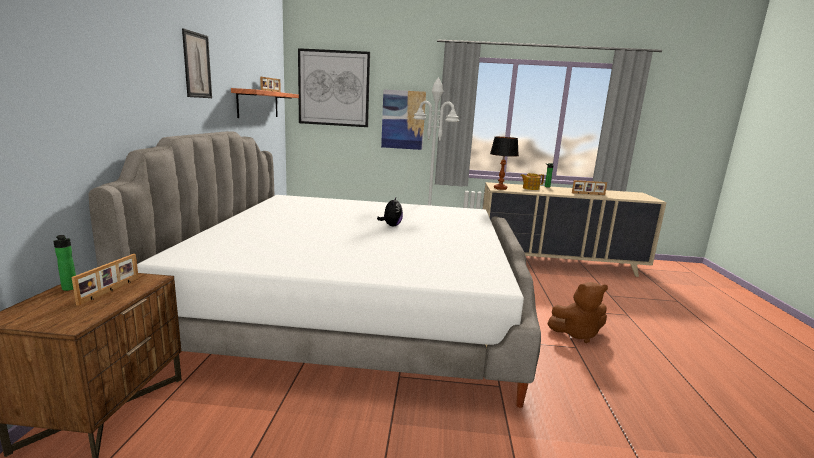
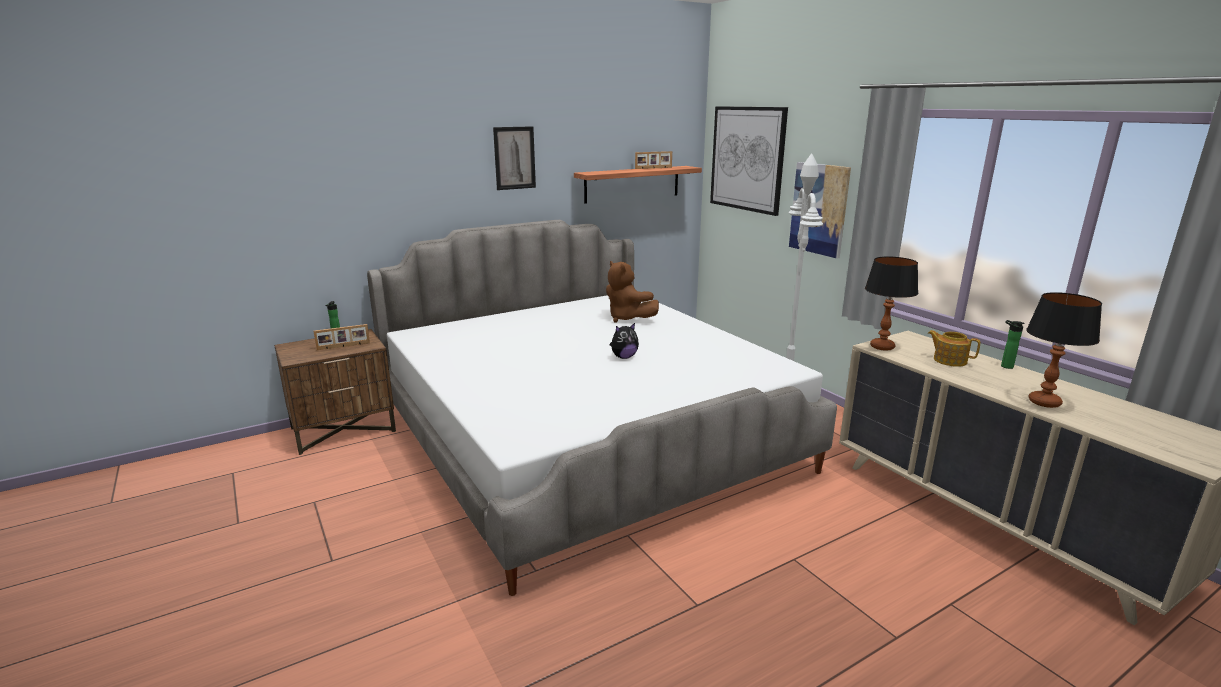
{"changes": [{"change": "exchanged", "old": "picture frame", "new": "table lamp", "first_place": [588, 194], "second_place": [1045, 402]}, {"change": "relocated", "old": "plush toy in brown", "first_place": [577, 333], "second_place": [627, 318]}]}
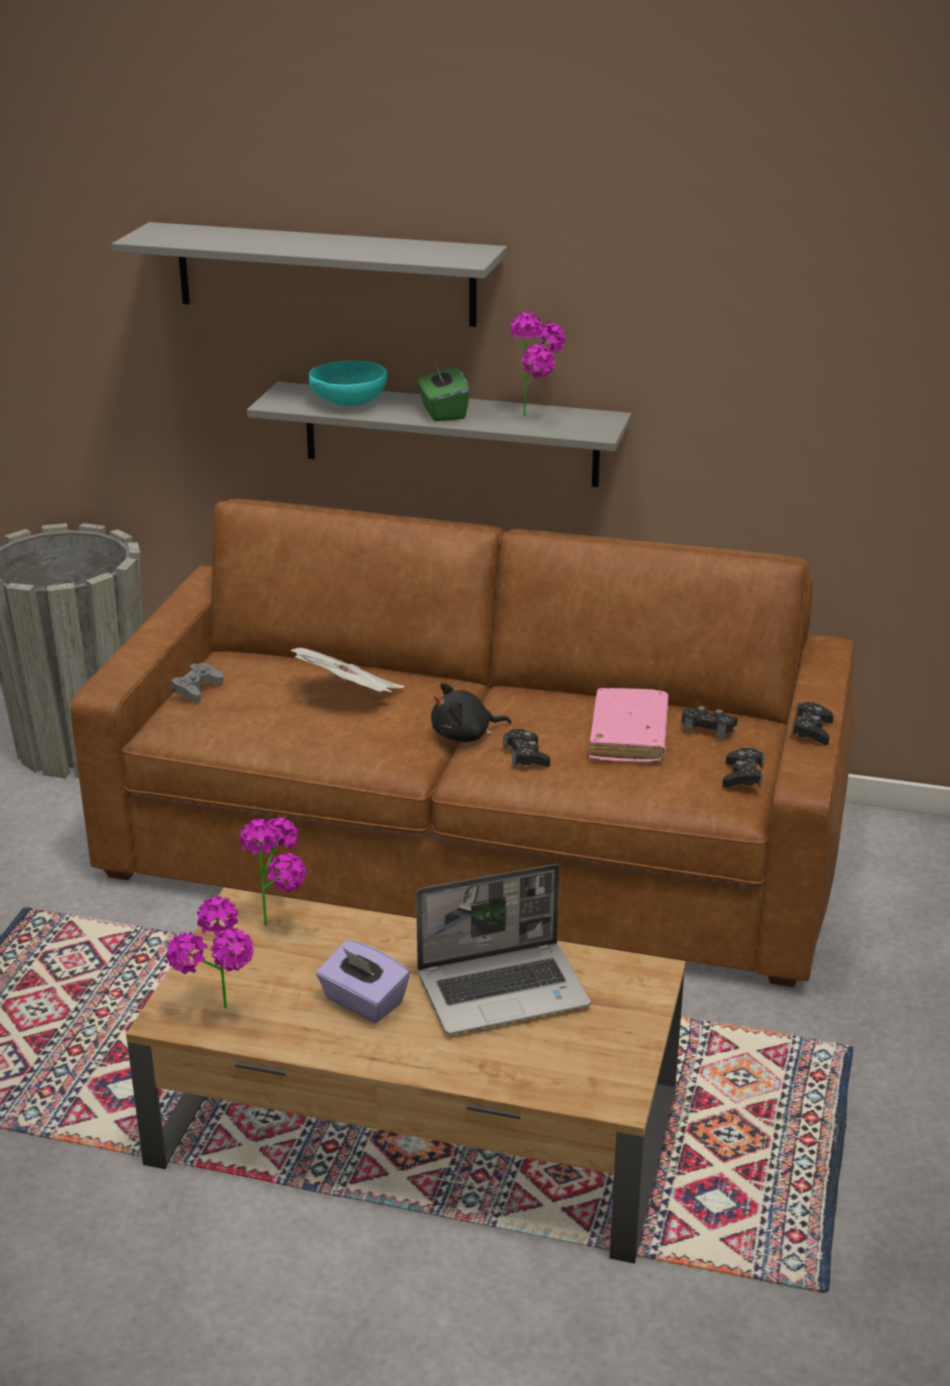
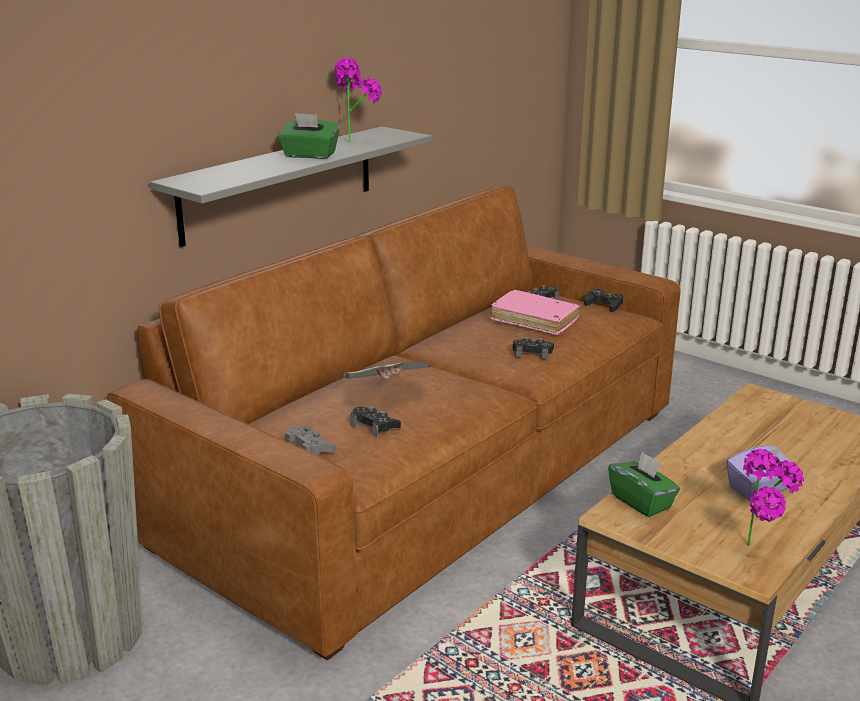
{"changes": [{"change": "missing", "old": "shelf in grey", "first_place": [325, 274]}, {"change": "missing", "old": "bowl in turquoise", "first_place": [349, 404]}, {"change": "missing", "old": "plush toy in black", "first_place": [465, 735]}, {"change": "relocated", "old": "game controller in black", "first_place": [811, 730], "second_place": [374, 426]}, {"change": "exchanged", "old": "potted plant", "new": "tissue box in green", "first_place": [281, 921], "second_place": [641, 501]}, {"change": "missing", "old": "laptop", "first_place": [504, 989]}]}
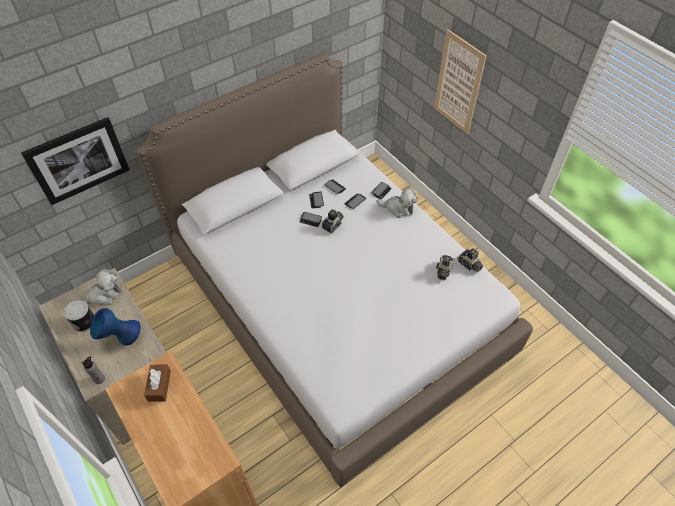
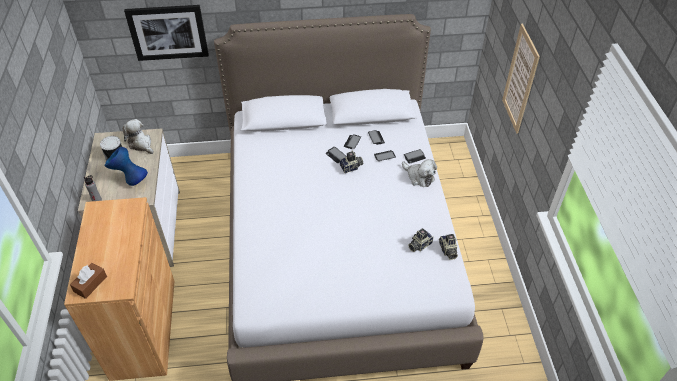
{"changes": [{"change": "spun", "old": "plush toy", "first_place": [103, 295], "second_place": [141, 144], "degrees": -135}, {"change": "relocated", "old": "tissue box in brown", "first_place": [159, 386], "second_place": [90, 284]}]}
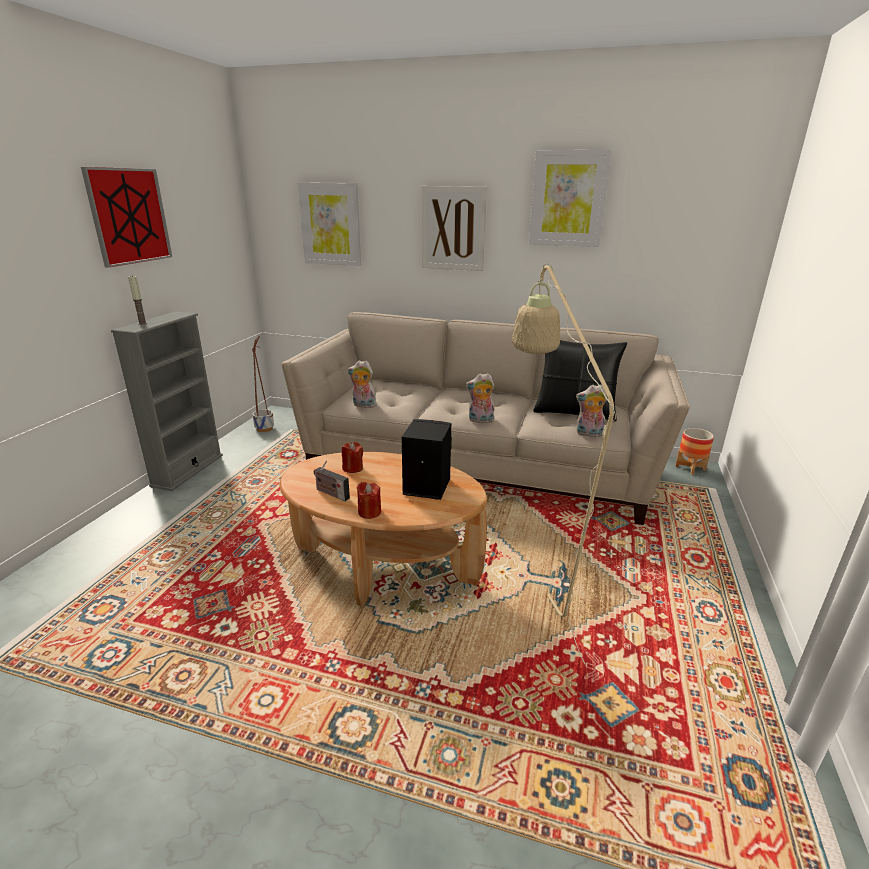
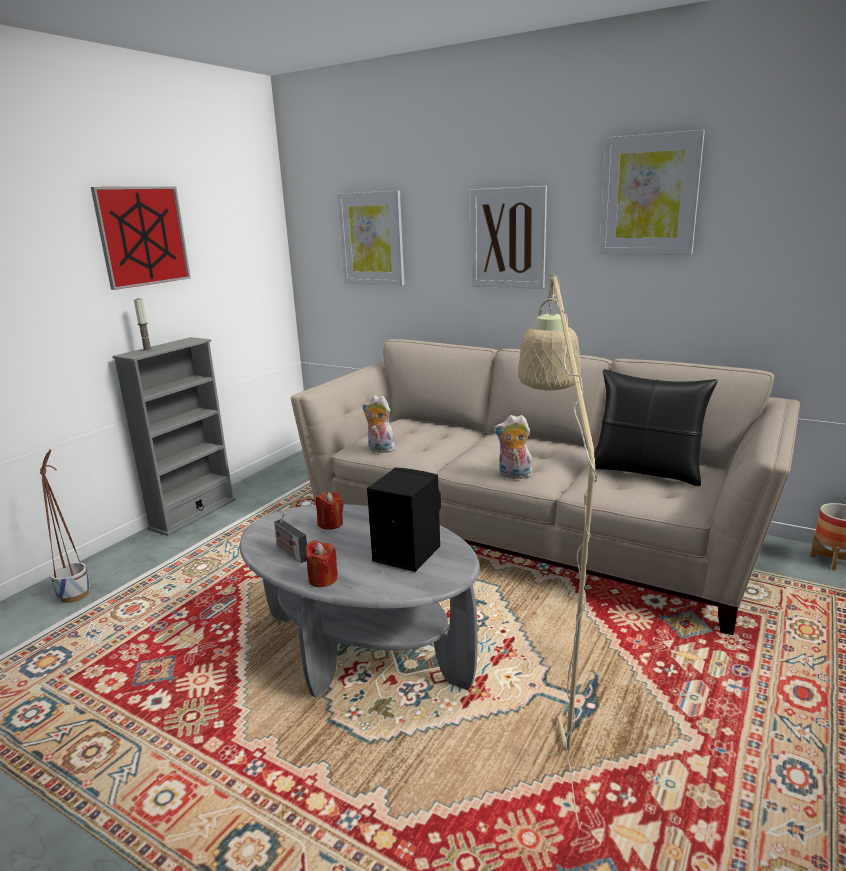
{"changes": [{"change": "relocated", "old": "planter", "first_place": [264, 428], "second_place": [74, 595]}, {"change": "missing", "old": "plush toy", "first_place": [588, 434]}, {"change": "colour", "old": "coffee table in brown", "new": "coffee table in grey", "first_place": [384, 566], "second_place": [363, 650]}]}
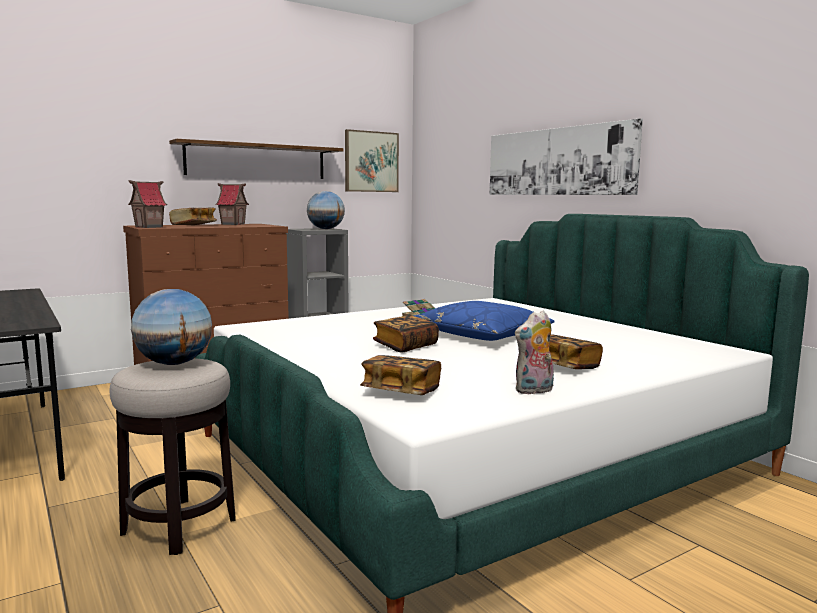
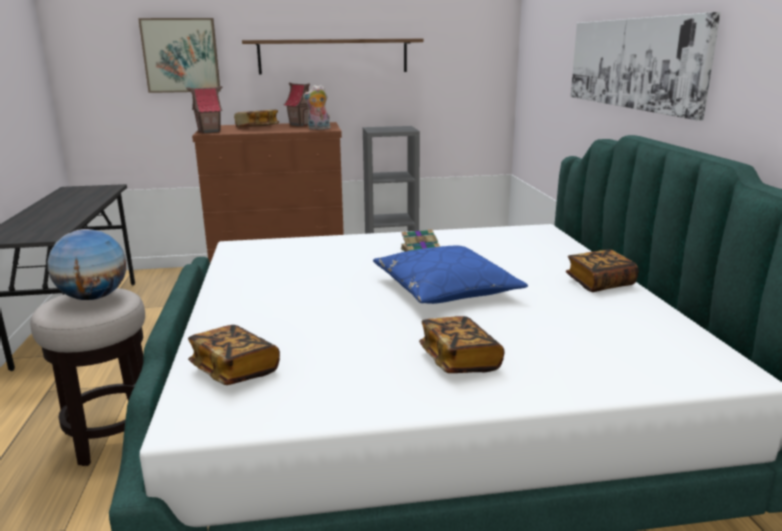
{"changes": [{"change": "relocated", "old": "picture", "first_place": [371, 161], "second_place": [181, 55]}, {"change": "missing", "old": "globe", "first_place": [326, 229]}, {"change": "relocated", "old": "plush toy", "first_place": [534, 391], "second_place": [318, 129]}, {"change": "relocated", "old": "book", "first_place": [405, 346], "second_place": [599, 283]}]}
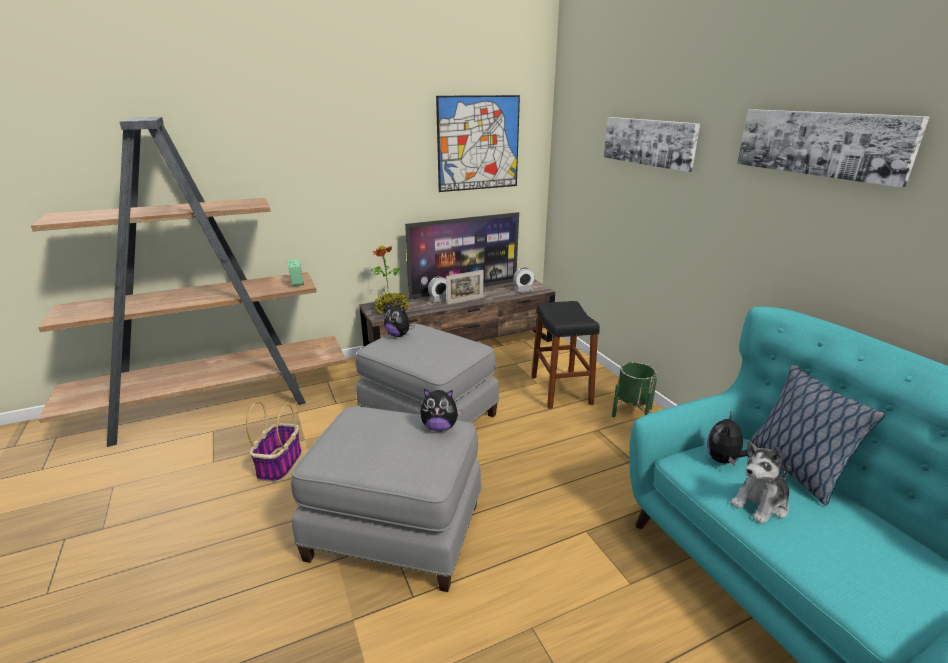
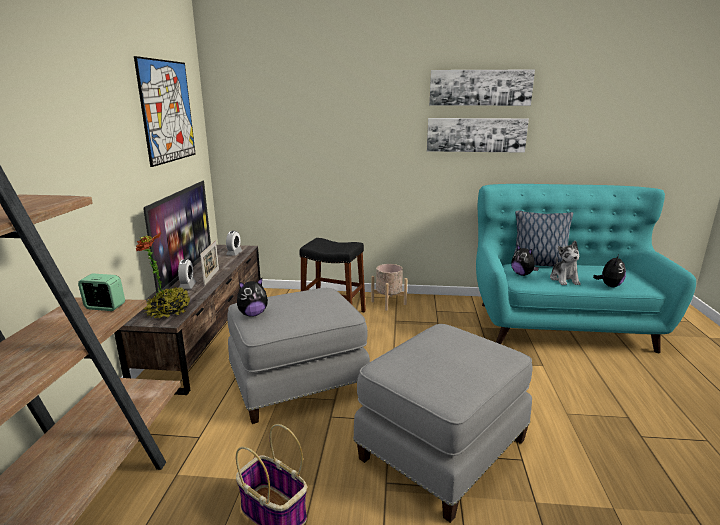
{"changes": [{"change": "relocated", "old": "picture", "first_place": [648, 142], "second_place": [476, 135]}, {"change": "colour", "old": "planter in green", "new": "planter in beige", "first_place": [631, 412], "second_place": [388, 303]}, {"change": "relocated", "old": "plush toy", "first_place": [440, 427], "second_place": [609, 286]}]}
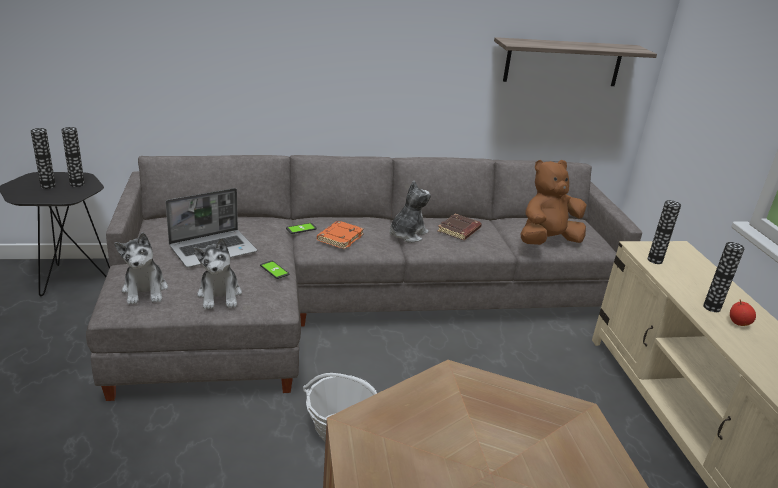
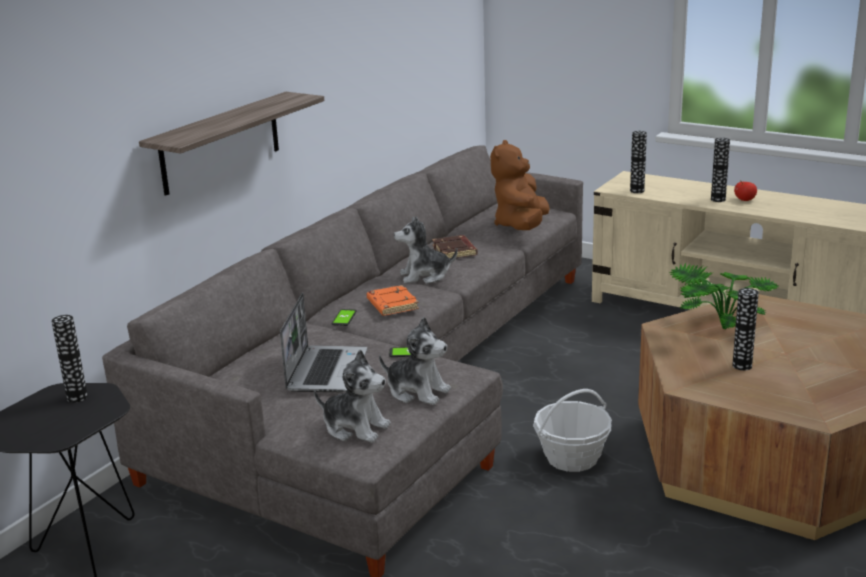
{"changes": [{"change": "relocated", "old": "shelf", "first_place": [563, 62], "second_place": [220, 143]}, {"change": "relocated", "old": "vase", "first_place": [48, 186], "second_place": [742, 366]}, {"change": "spun", "old": "plush toy", "first_place": [407, 234], "second_place": [424, 276], "degrees": -90}, {"change": "appeared", "new": "potted plant", "second_place": [717, 328]}]}
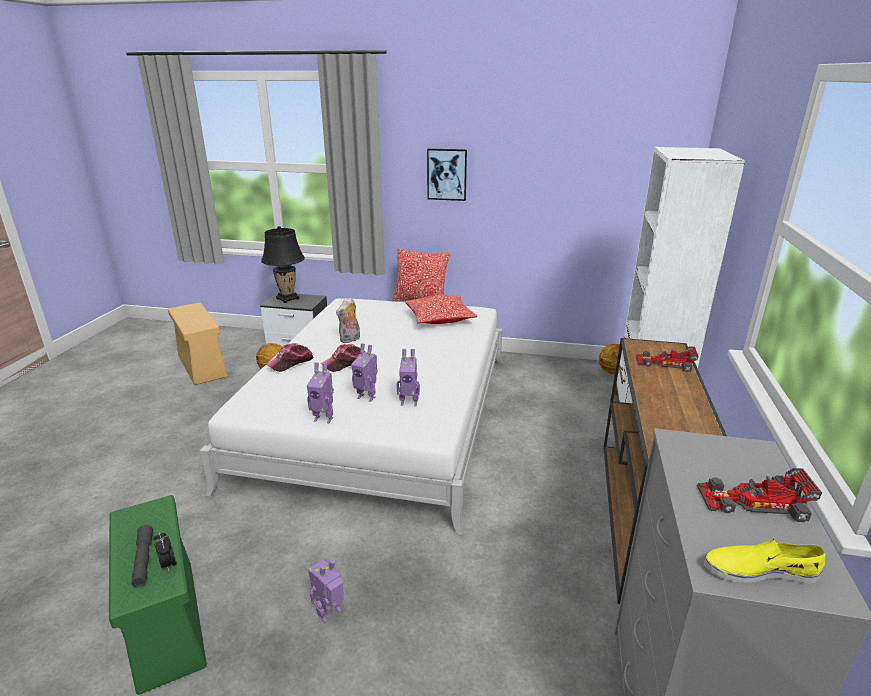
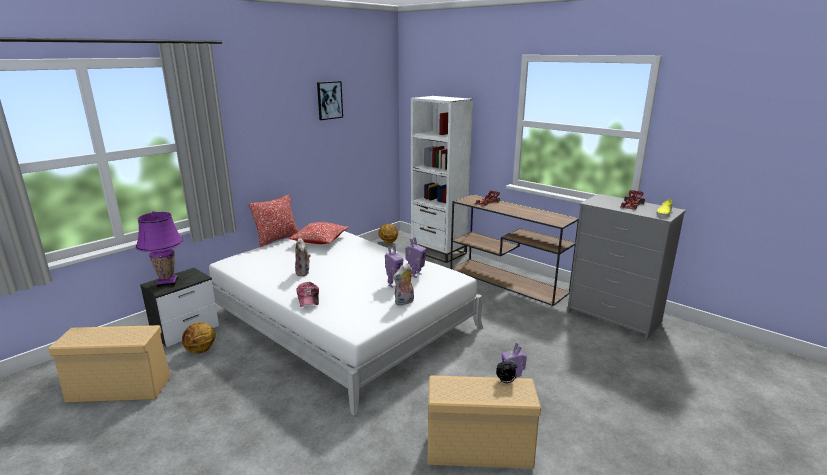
{"changes": [{"change": "relocated", "old": "picture", "first_place": [447, 174], "second_place": [329, 100]}, {"change": "colour", "old": "table lamp in black", "new": "table lamp in purple", "first_place": [287, 298], "second_place": [167, 282]}, {"change": "missing", "old": "cap", "first_place": [345, 363]}, {"change": "exchanged", "old": "toy robot", "new": "plush toy", "first_place": [324, 418], "second_place": [404, 302]}, {"change": "colour", "old": "storage box in green", "new": "storage box in beige", "first_place": [167, 624], "second_place": [480, 450]}, {"change": "missing", "old": "flashlight in grey", "first_place": [143, 560]}]}
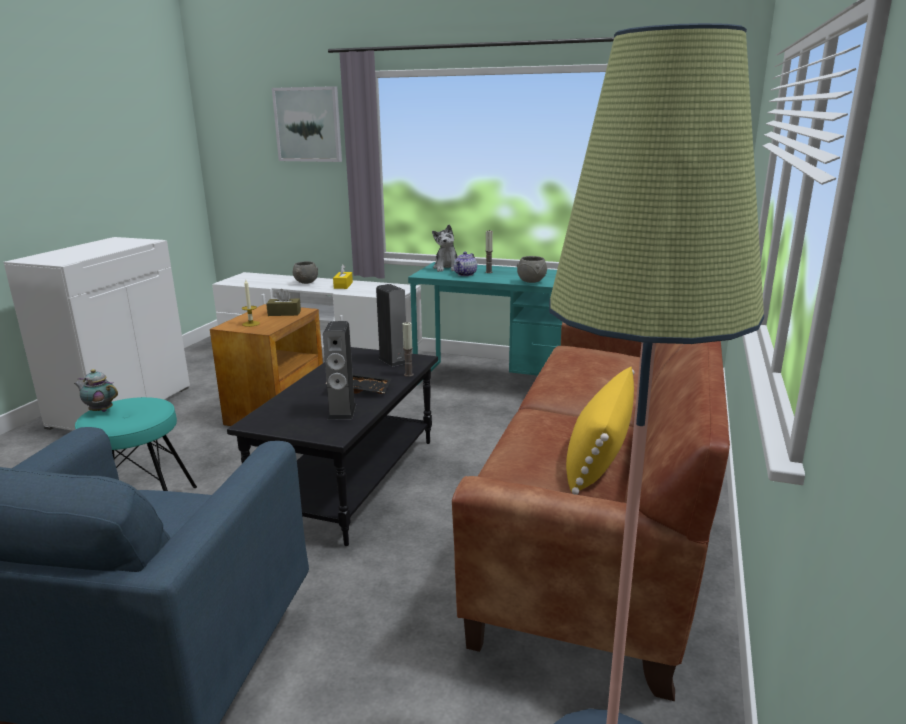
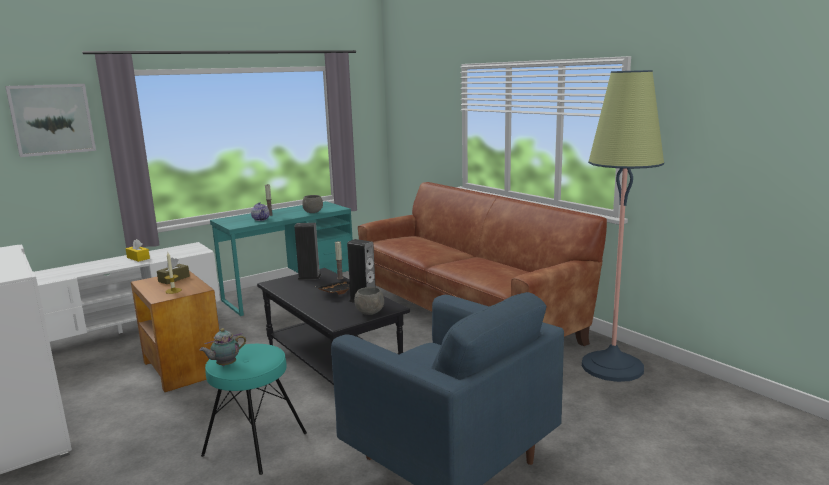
{"changes": [{"change": "missing", "old": "plush toy", "first_place": [447, 268]}, {"change": "relocated", "old": "bowl in grey", "first_place": [305, 283], "second_place": [370, 313]}, {"change": "missing", "old": "pillow in yellow", "first_place": [599, 456]}]}
